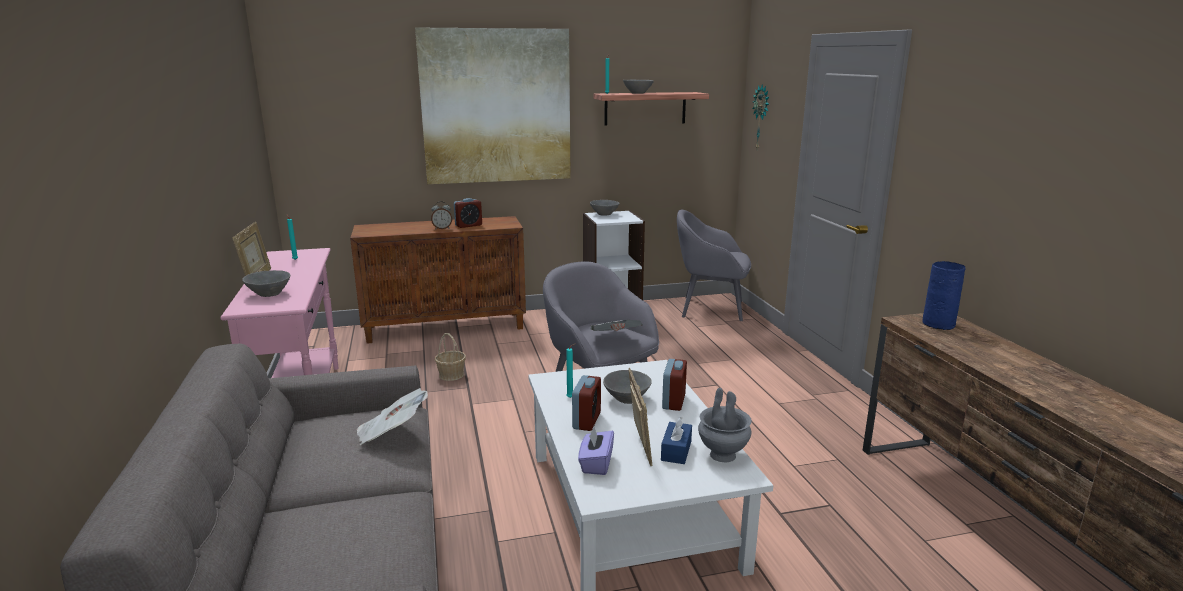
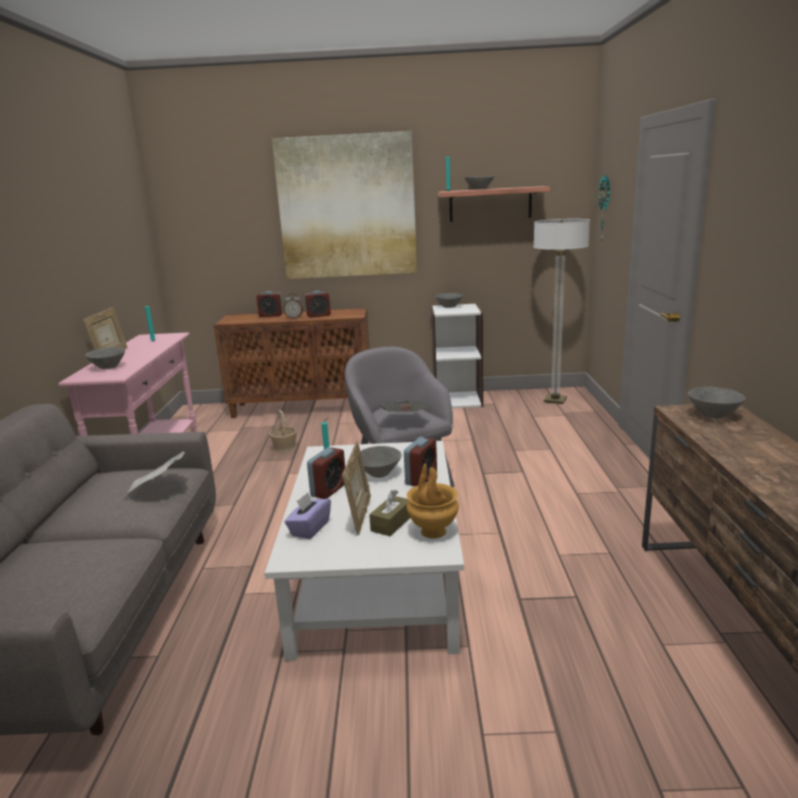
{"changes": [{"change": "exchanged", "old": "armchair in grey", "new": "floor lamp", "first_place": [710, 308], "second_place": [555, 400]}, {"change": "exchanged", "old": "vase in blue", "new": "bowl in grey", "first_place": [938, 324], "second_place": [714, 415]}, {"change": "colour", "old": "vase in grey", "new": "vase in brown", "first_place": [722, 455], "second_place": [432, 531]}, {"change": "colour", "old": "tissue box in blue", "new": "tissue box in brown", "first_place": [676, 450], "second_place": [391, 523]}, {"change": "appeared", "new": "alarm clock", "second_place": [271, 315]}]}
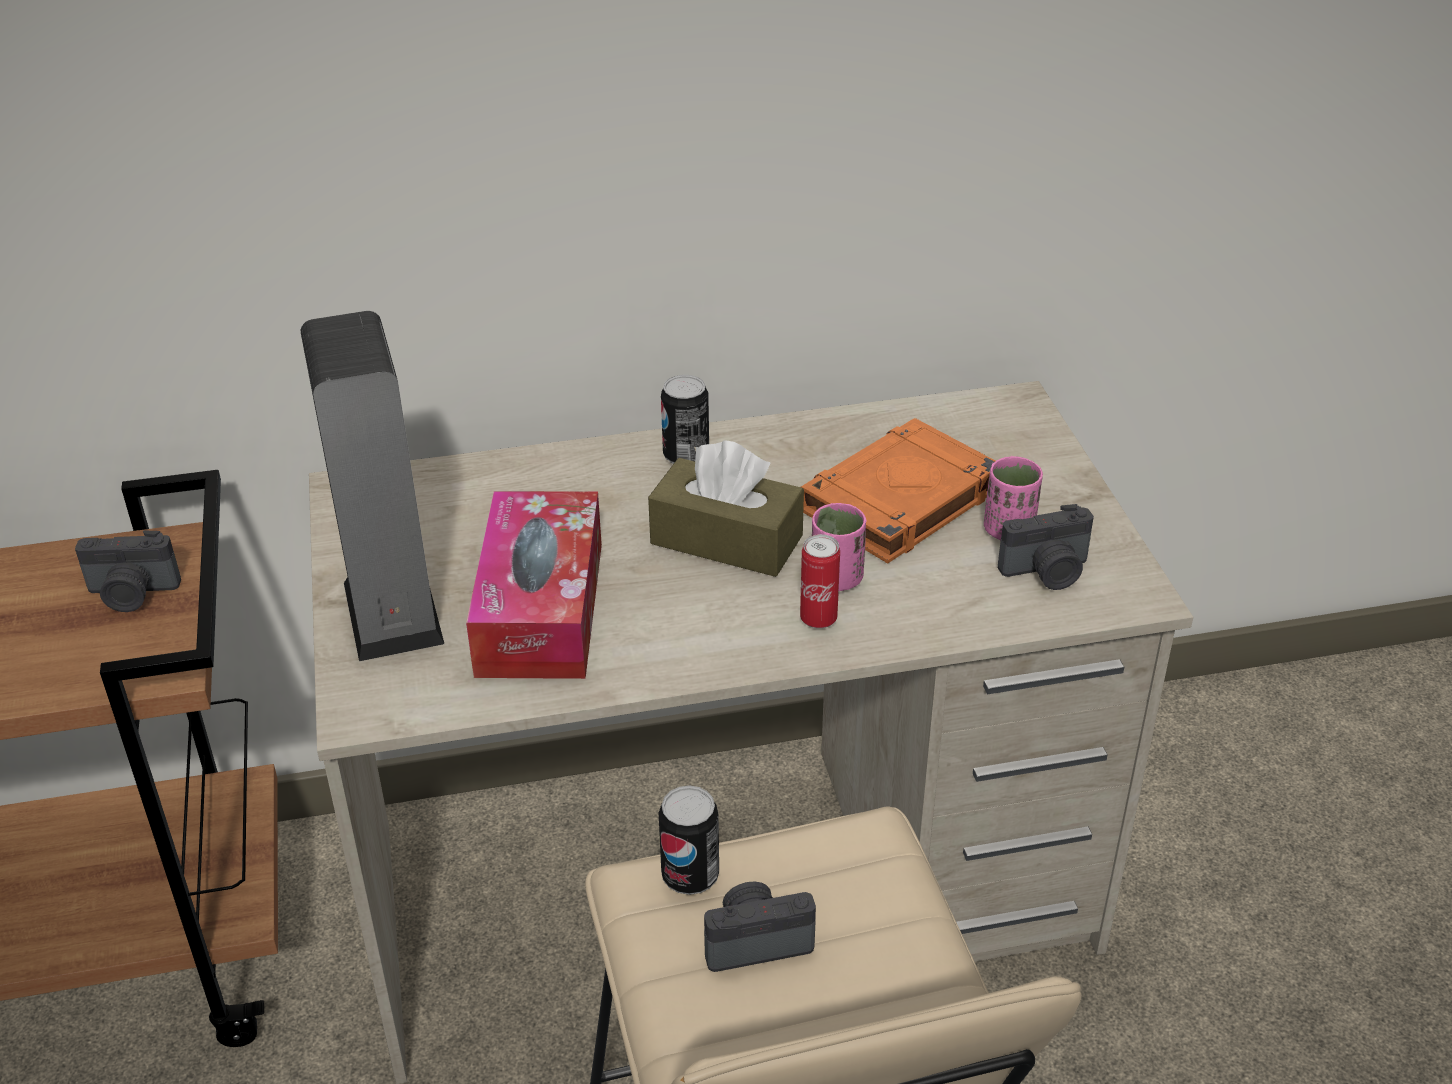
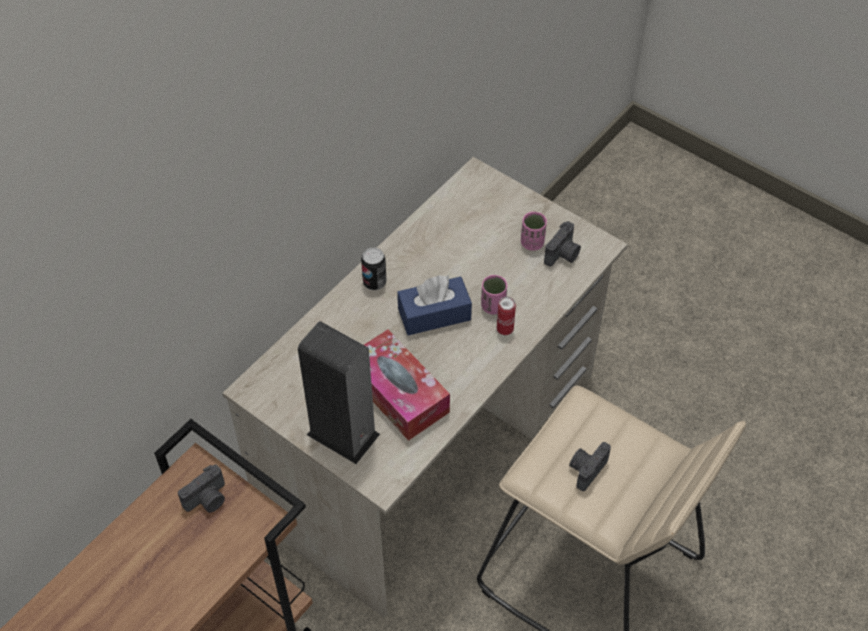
{"changes": [{"change": "missing", "old": "book in orange", "first_place": [898, 501]}, {"change": "colour", "old": "tissue box in brown", "new": "tissue box in blue", "first_place": [726, 540], "second_place": [434, 314]}, {"change": "missing", "old": "can", "first_place": [690, 876]}]}
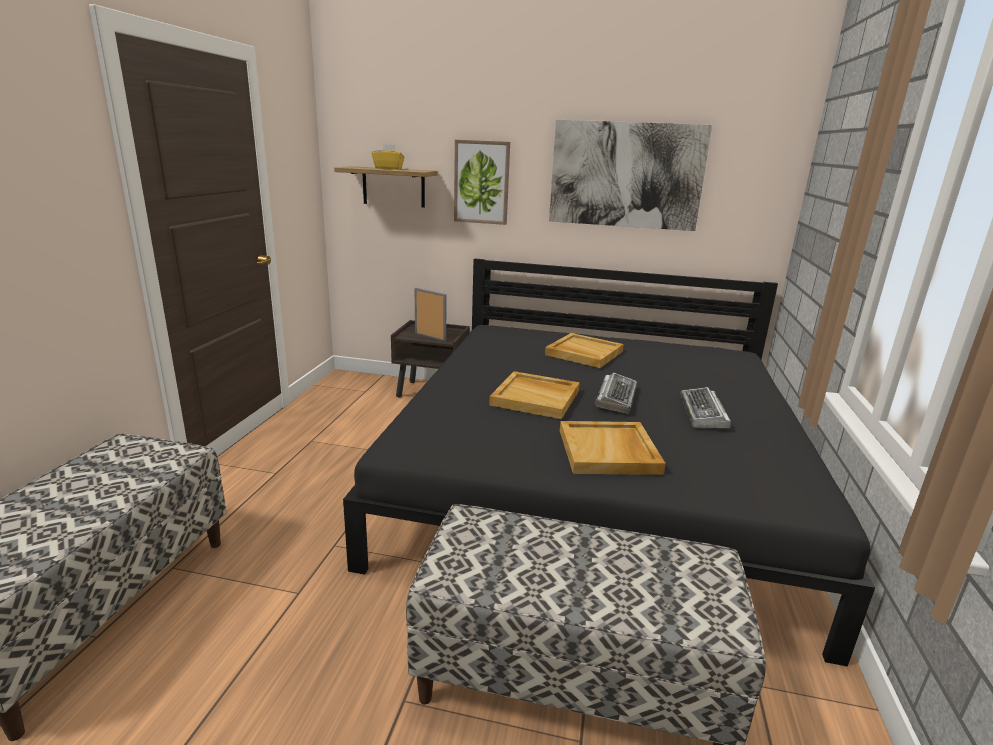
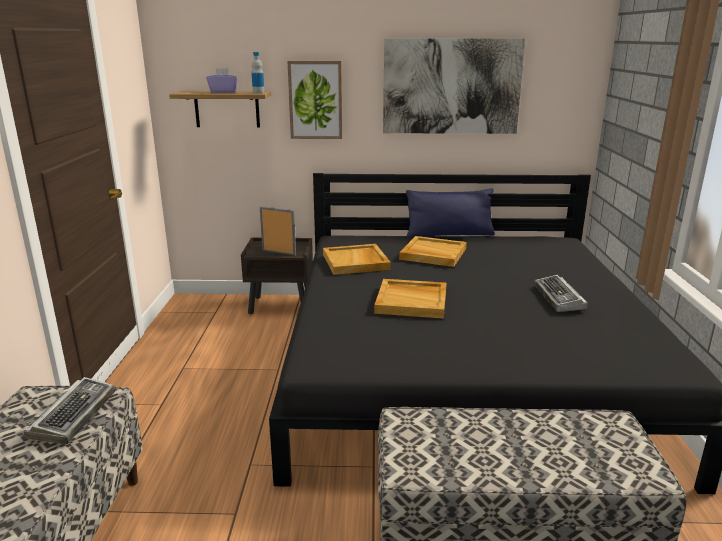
{"changes": [{"change": "colour", "old": "tissue box in yellow", "new": "tissue box in purple", "first_place": [388, 168], "second_place": [223, 92]}, {"change": "relocated", "old": "keyboard", "first_place": [616, 398], "second_place": [74, 415]}, {"change": "relocated", "old": "tray in beige", "first_place": [609, 451], "second_place": [356, 262]}, {"change": "appeared", "new": "bottle", "second_place": [258, 92]}, {"change": "appeared", "new": "pillow in blue", "second_place": [449, 235]}]}
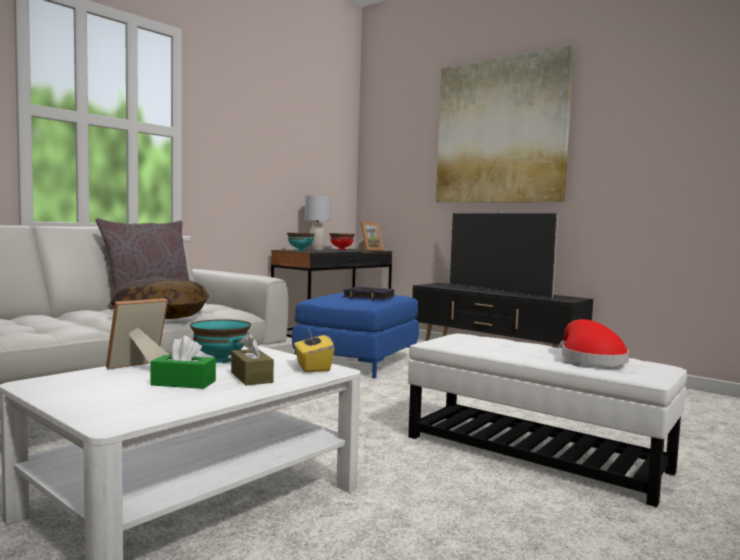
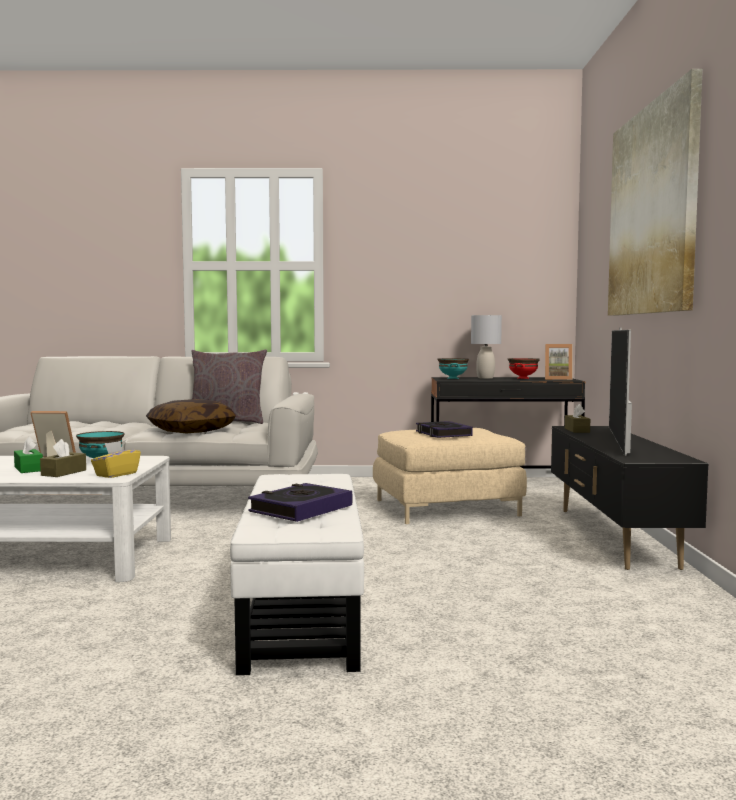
{"changes": [{"change": "colour", "old": "ottoman in blue", "new": "ottoman in beige", "first_place": [358, 361], "second_place": [446, 508]}, {"change": "exchanged", "old": "hat in red", "new": "book", "first_place": [590, 359], "second_place": [301, 509]}, {"change": "appeared", "new": "tissue box in brown", "second_place": [577, 430]}]}
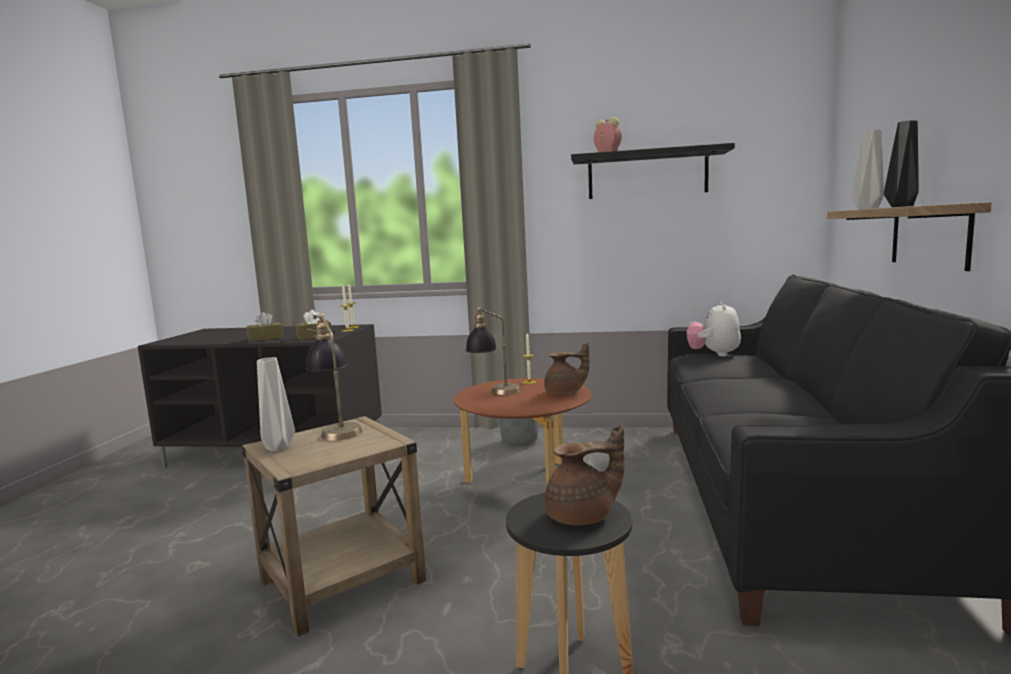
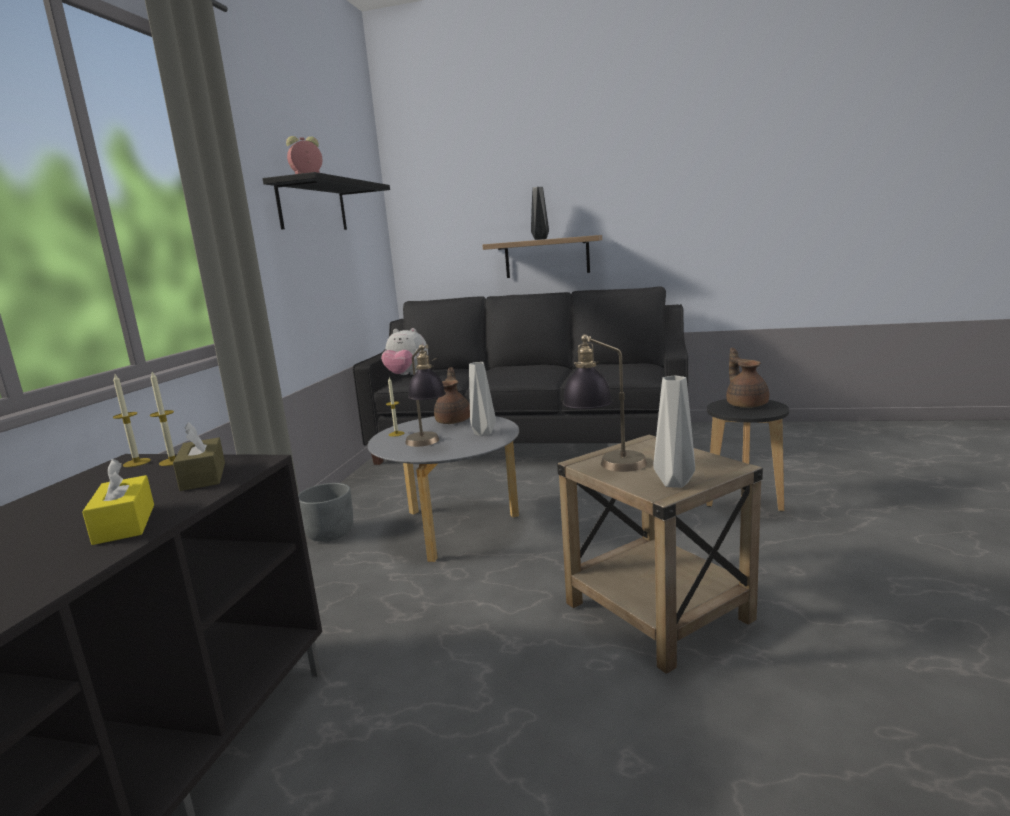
{"changes": [{"change": "relocated", "old": "vase in grey", "first_place": [868, 208], "second_place": [484, 433]}, {"change": "colour", "old": "tissue box in brown", "new": "tissue box in yellow", "first_place": [265, 338], "second_place": [125, 524]}, {"change": "colour", "old": "coffee table in brown", "new": "coffee table in grey", "first_place": [526, 482], "second_place": [454, 527]}]}
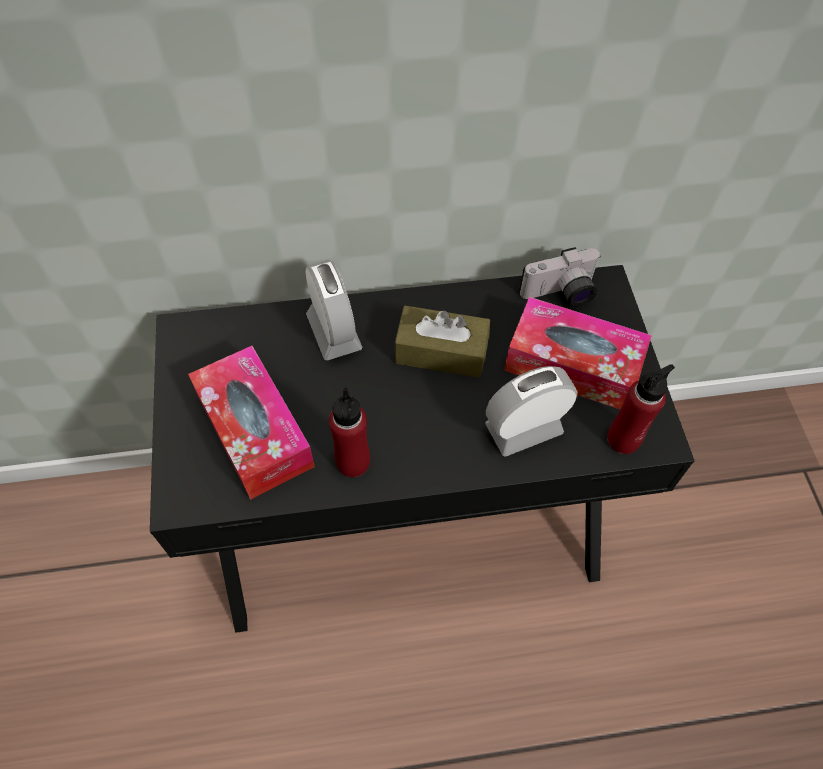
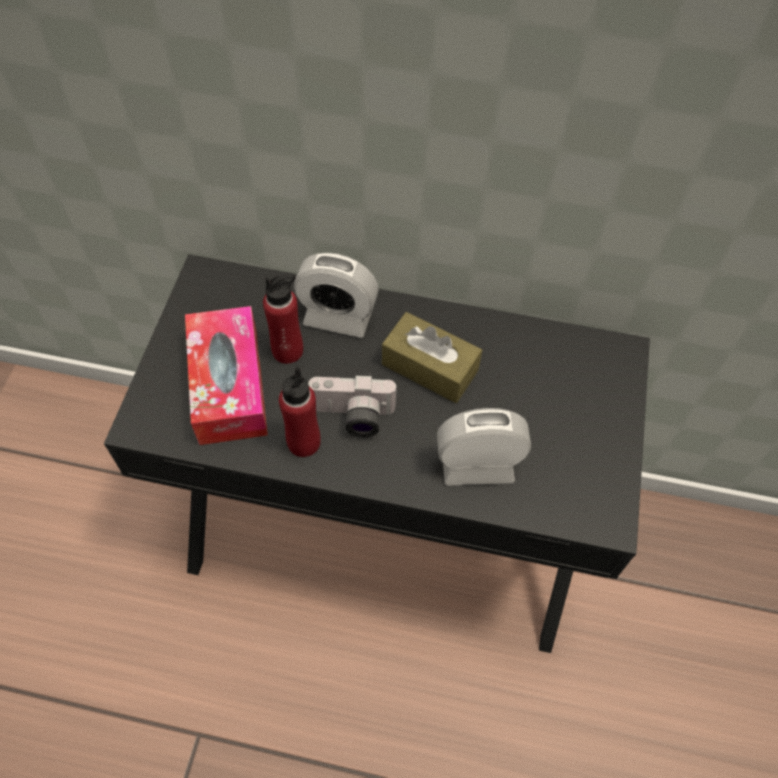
{"changes": [{"change": "relocated", "old": "photo camera", "first_place": [560, 294], "second_place": [352, 417]}, {"change": "spun", "old": "alarm clock", "first_place": [334, 332], "second_place": [338, 317], "degrees": 105}, {"change": "missing", "old": "tissue box", "first_place": [572, 364]}, {"change": "relocated", "old": "bottle in red", "first_place": [623, 439], "second_place": [288, 350]}]}
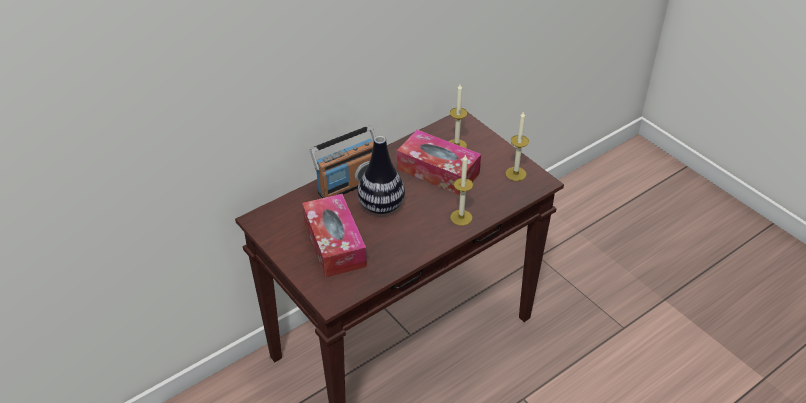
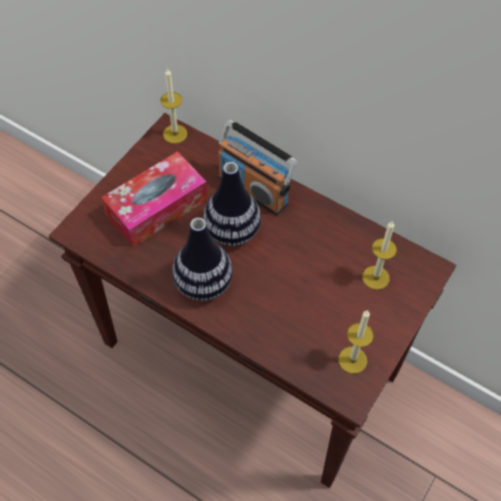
{"changes": [{"change": "missing", "old": "tissue box", "first_place": [438, 171]}, {"change": "relocated", "old": "candle", "first_place": [461, 217], "second_place": [175, 134]}, {"change": "appeared", "new": "vase", "second_place": [204, 284]}]}
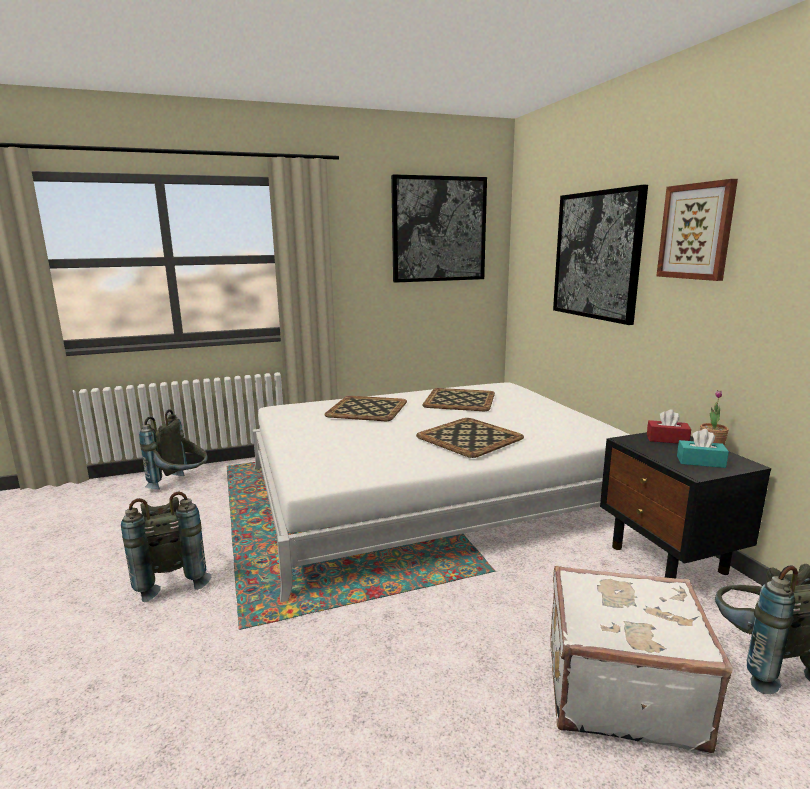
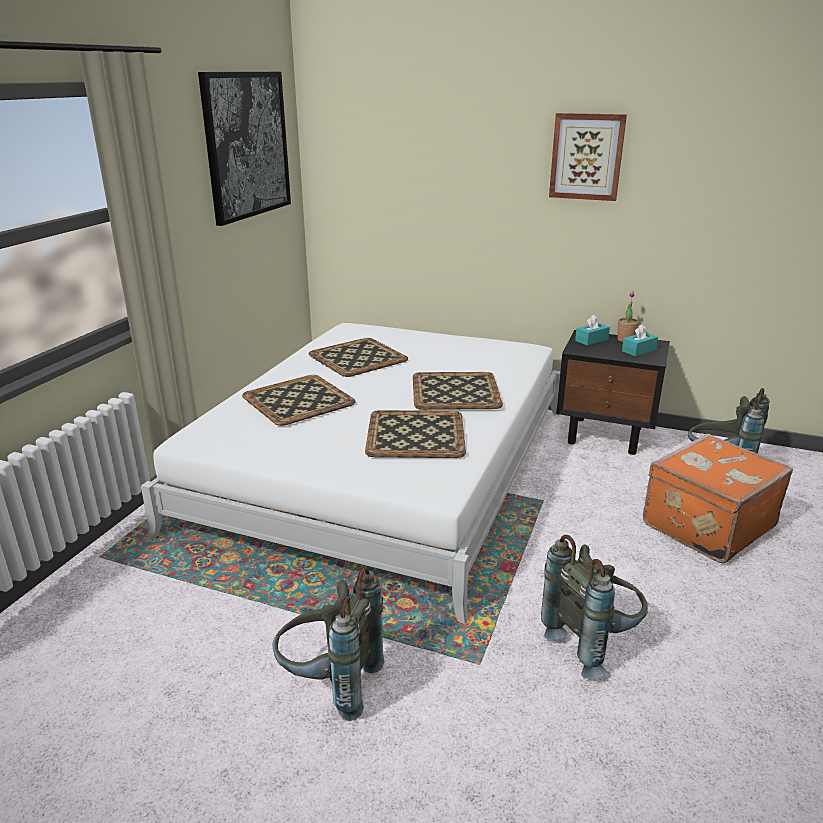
{"changes": [{"change": "missing", "old": "picture", "first_place": [596, 255]}, {"change": "relocated", "old": "backpack in grey", "first_place": [181, 485], "second_place": [592, 642]}, {"change": "colour", "old": "tissue box in red", "new": "tissue box in turquoise", "first_place": [667, 439], "second_place": [591, 340]}, {"change": "colour", "old": "suitcase in white", "new": "suitcase in orange", "first_place": [619, 689], "second_place": [705, 525]}, {"change": "appeared", "new": "tray", "second_place": [416, 434]}]}
